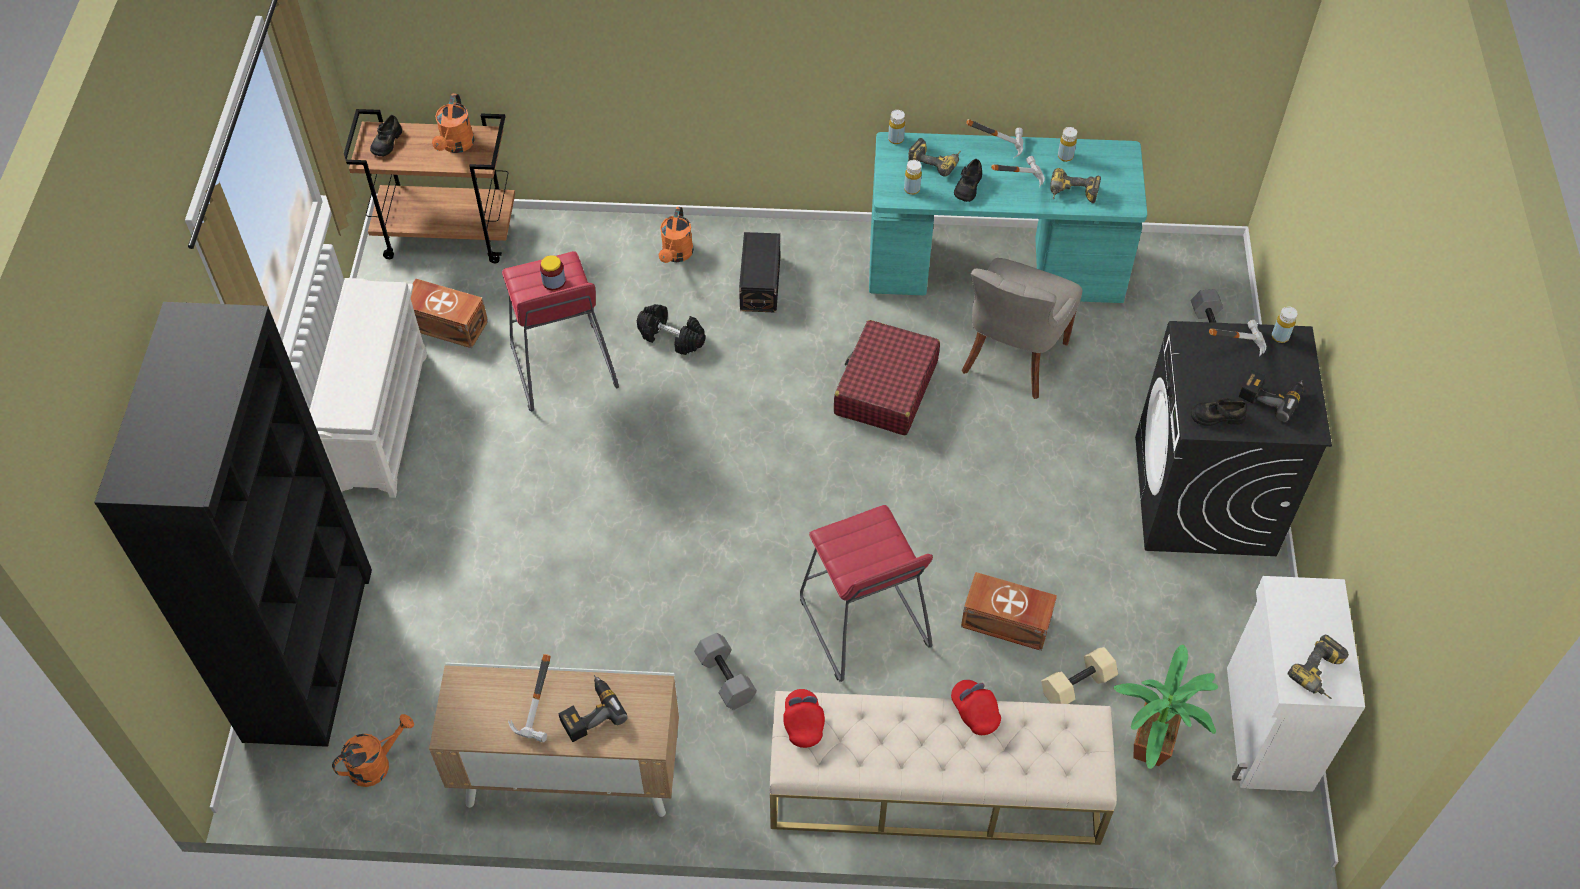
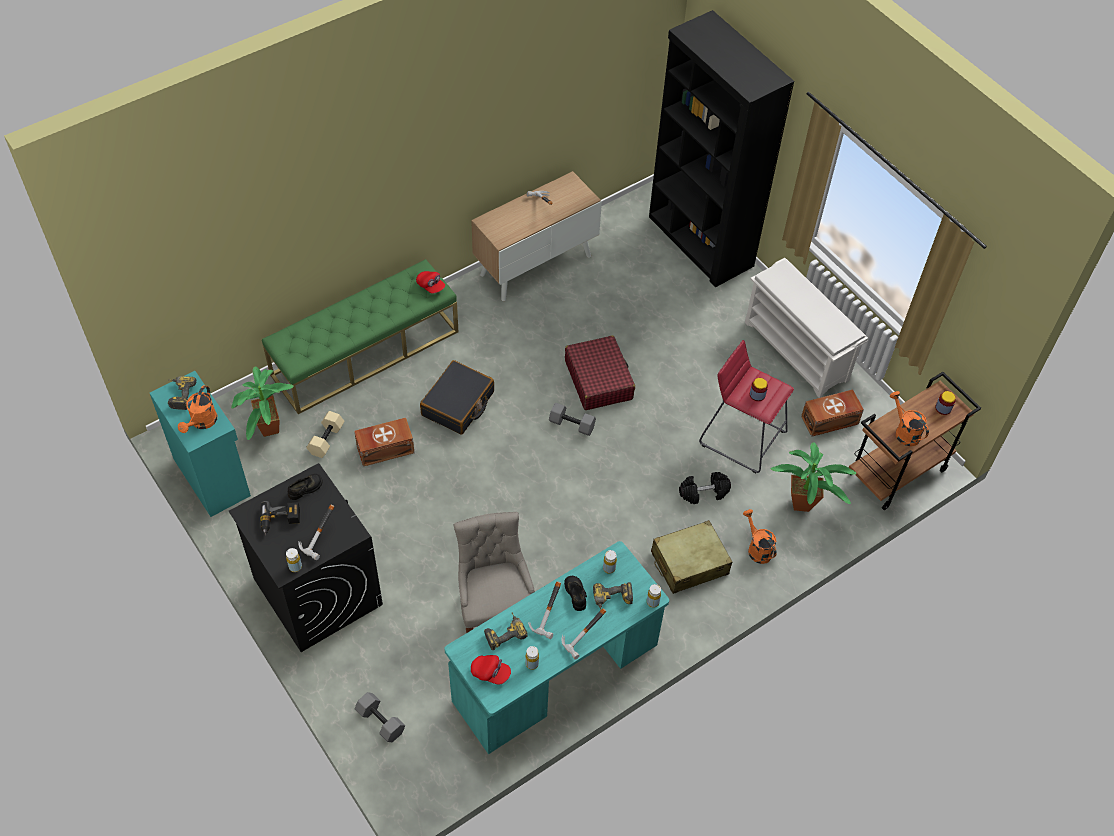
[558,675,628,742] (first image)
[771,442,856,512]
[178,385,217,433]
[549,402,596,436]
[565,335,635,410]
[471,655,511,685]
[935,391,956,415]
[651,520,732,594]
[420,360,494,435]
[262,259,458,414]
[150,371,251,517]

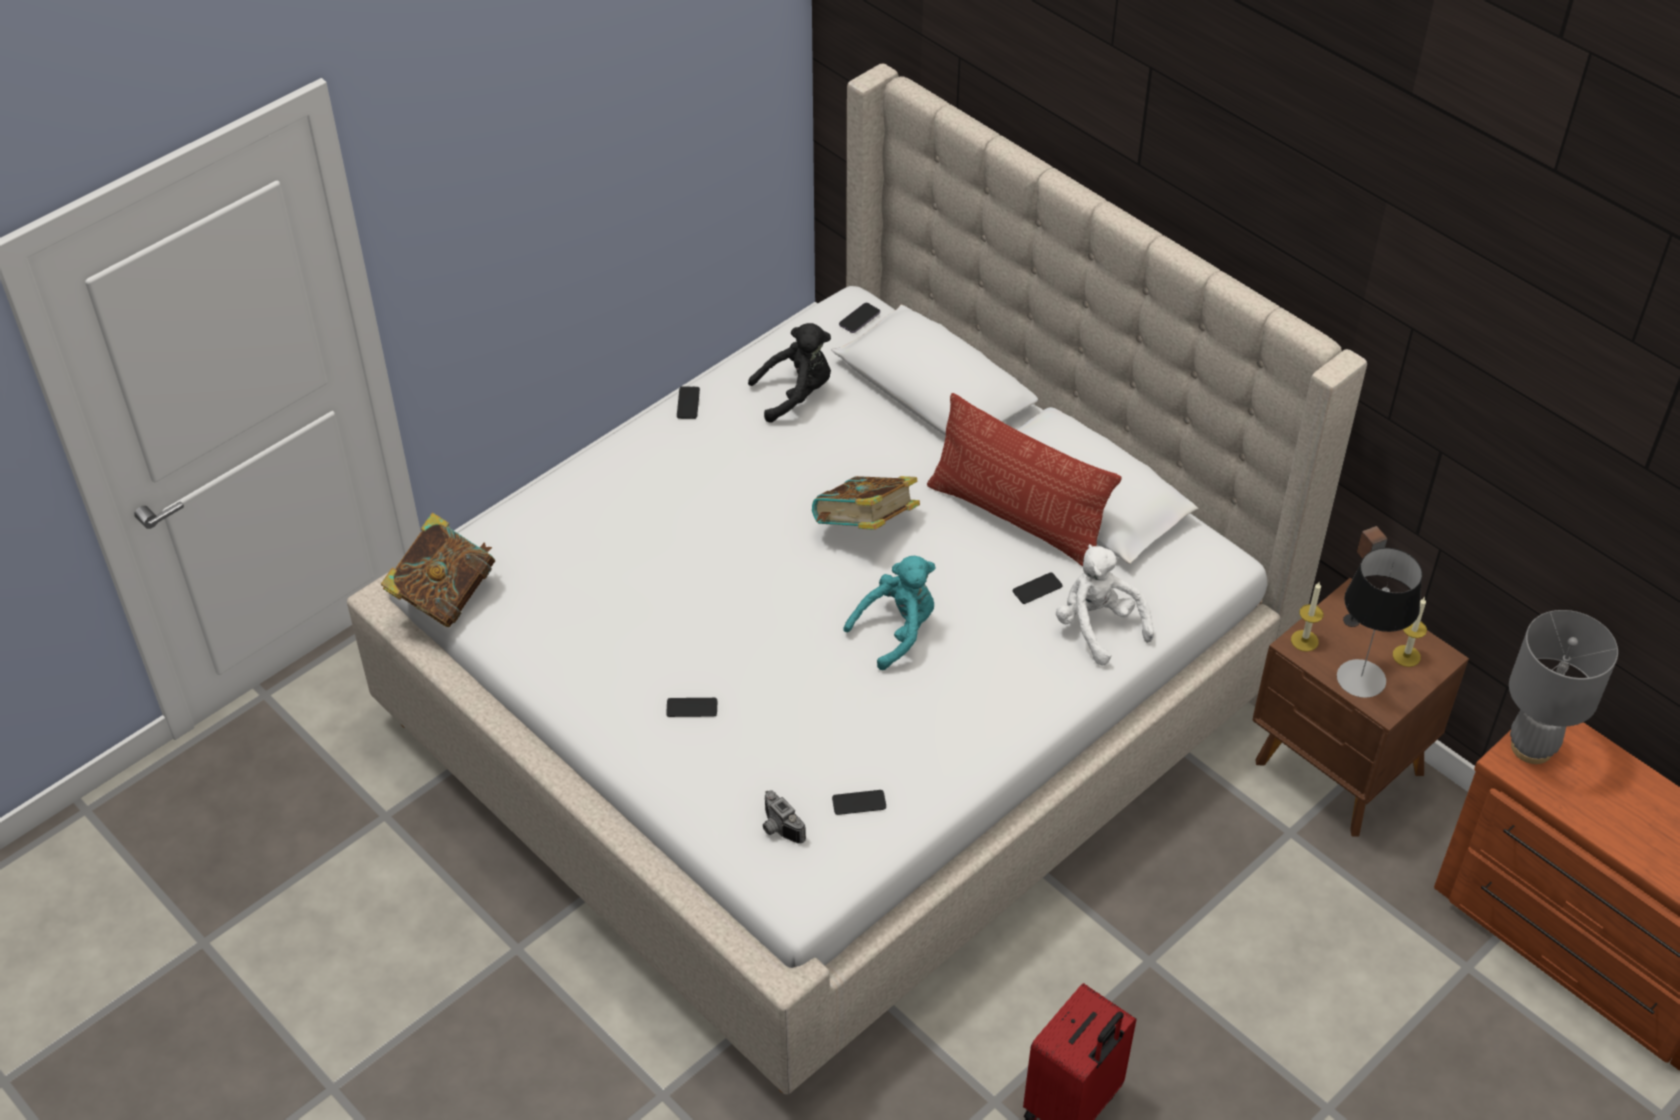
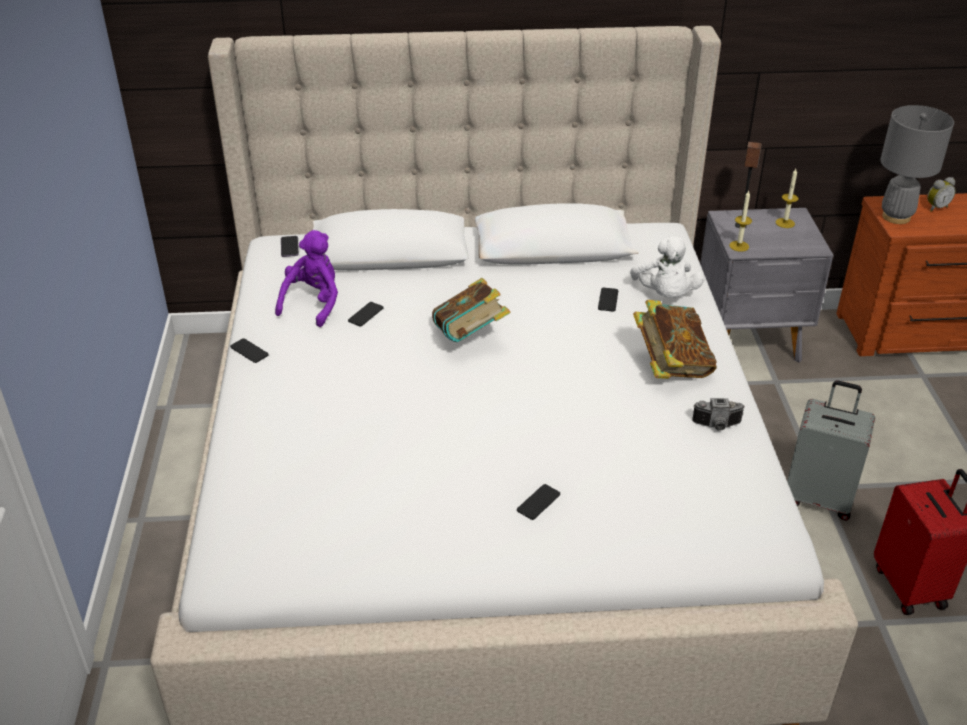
[843,556,936,670] (first image)
[927,393,1121,567] (first image)
[1337,548,1422,698] (first image)
[787,381,875,521]
[927,177,955,212]
[633,300,717,379]
[692,398,745,431]
[348,302,383,327]
[275,230,338,327]
[700,208,834,363]
[630,236,704,298]

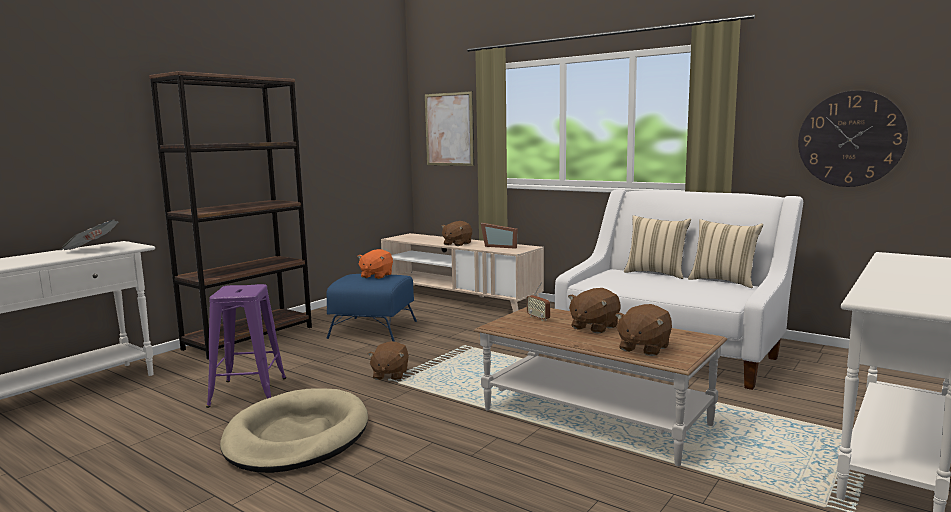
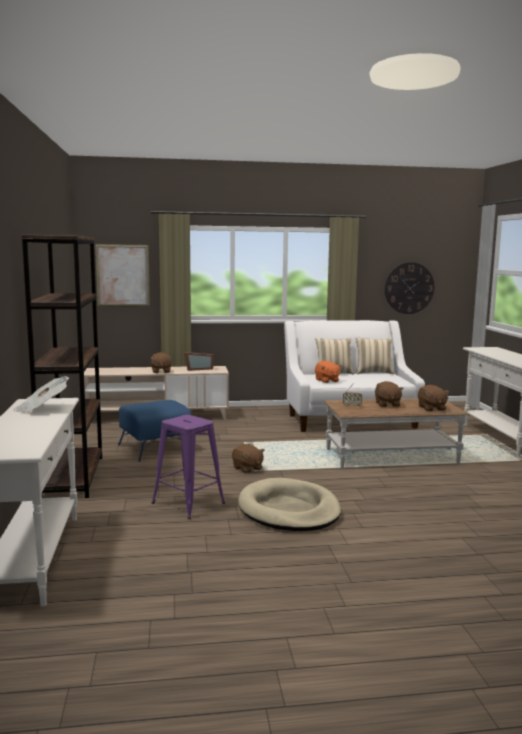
[315,361,341,383]

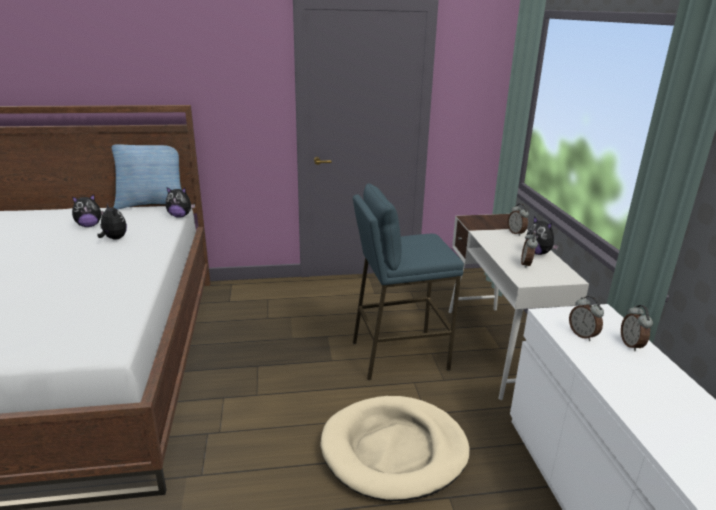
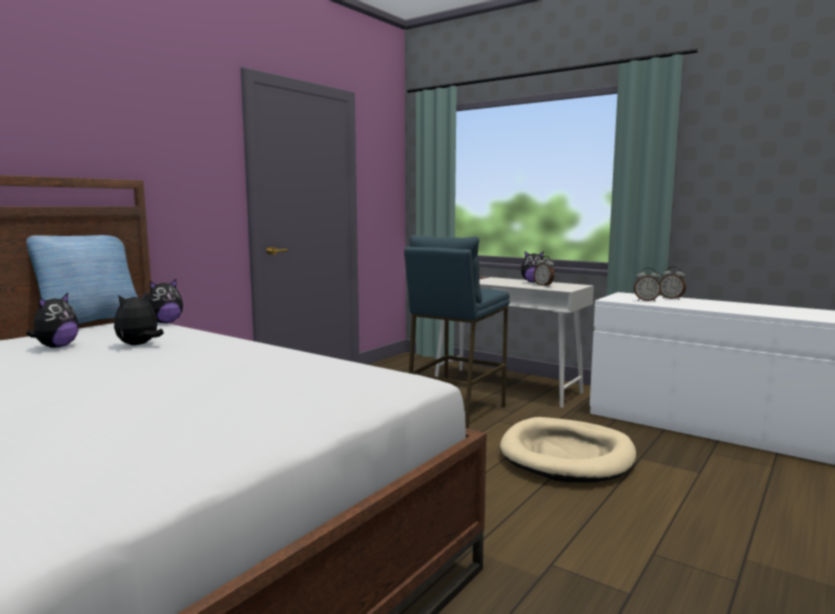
[507,204,529,236] (first image)
[114,291,164,345]

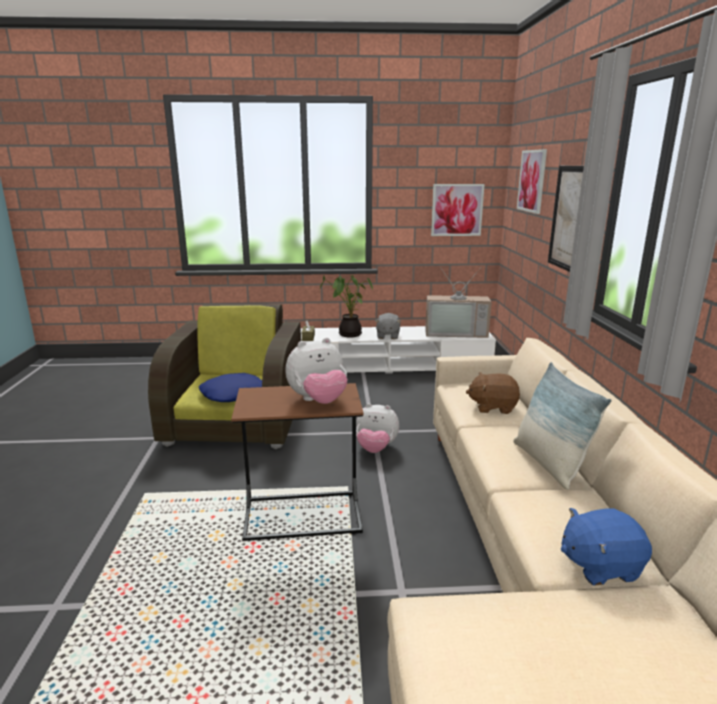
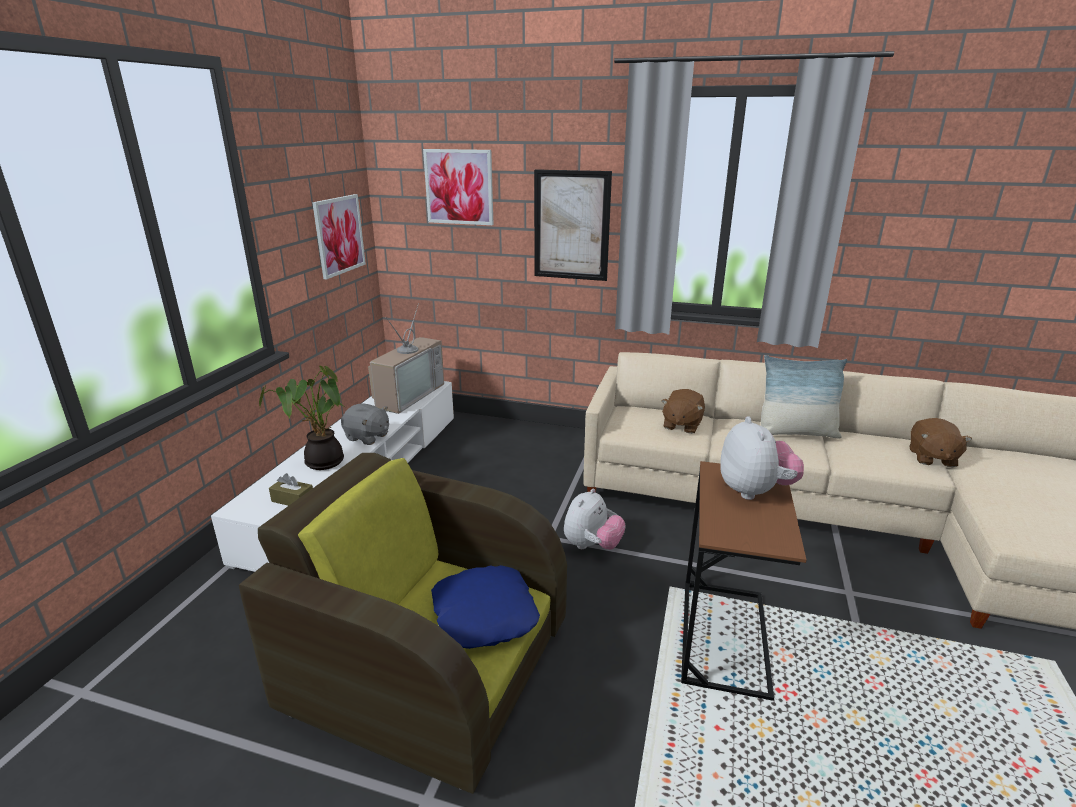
[910,418,972,467]

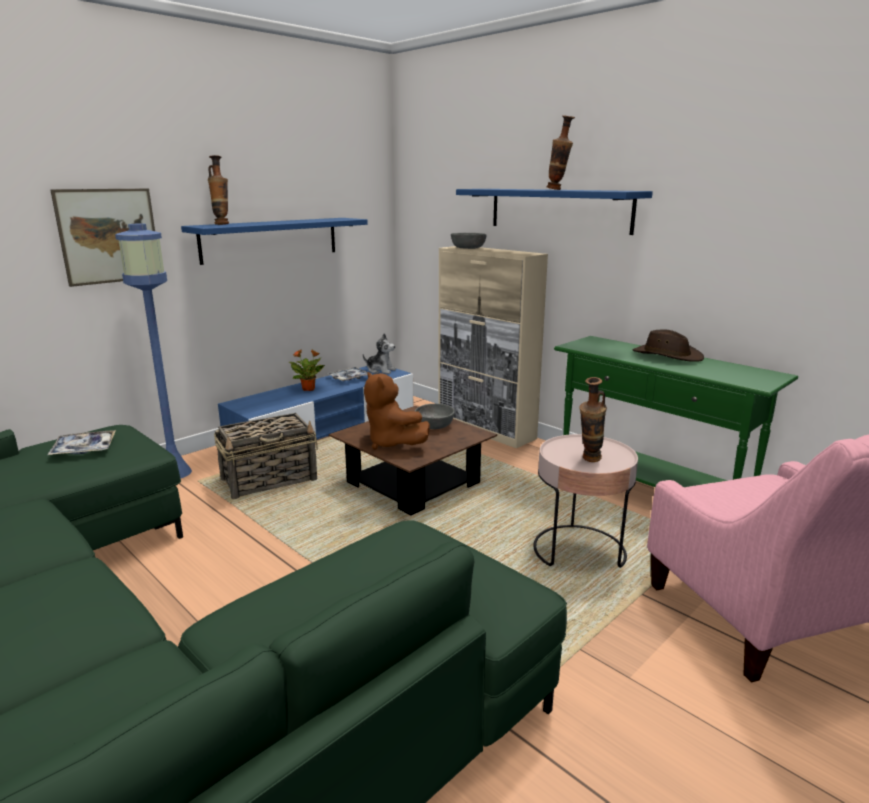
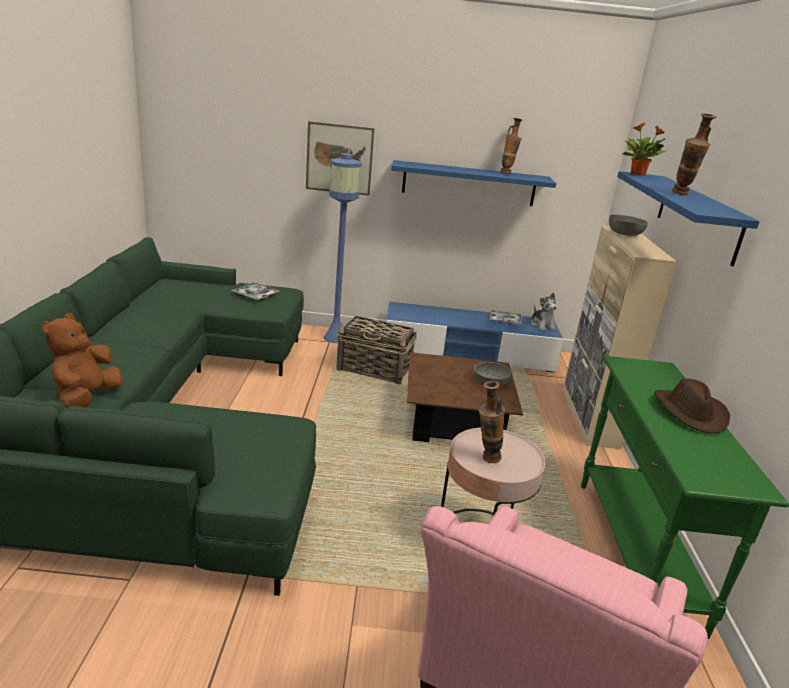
[500,118,523,174]
[623,122,667,176]
[42,313,123,407]

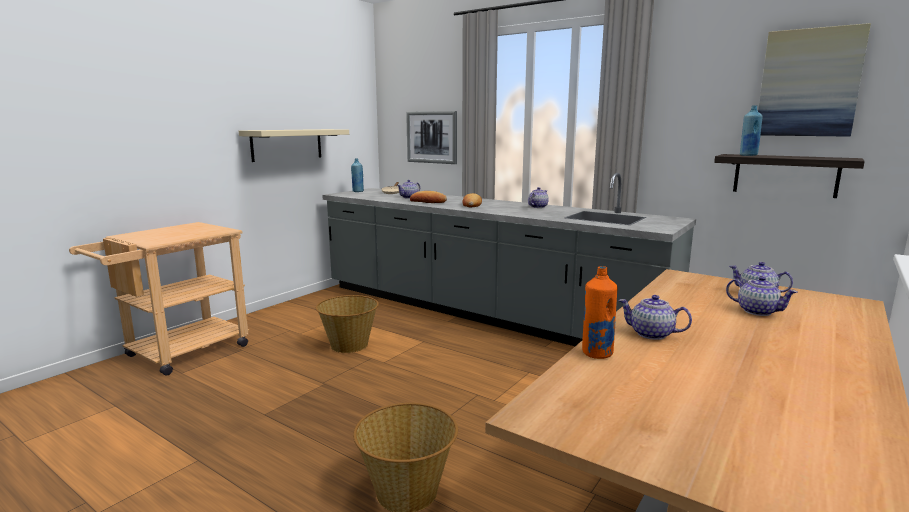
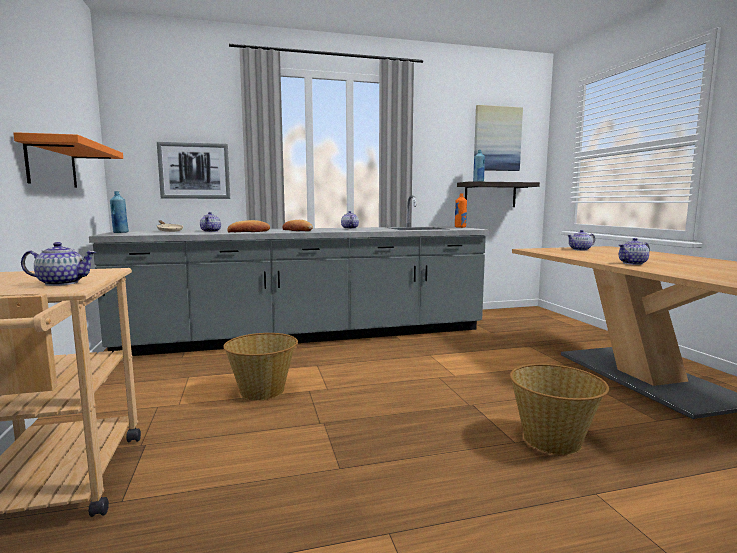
[455,193,467,228]
[21,242,96,286]
[13,132,123,188]

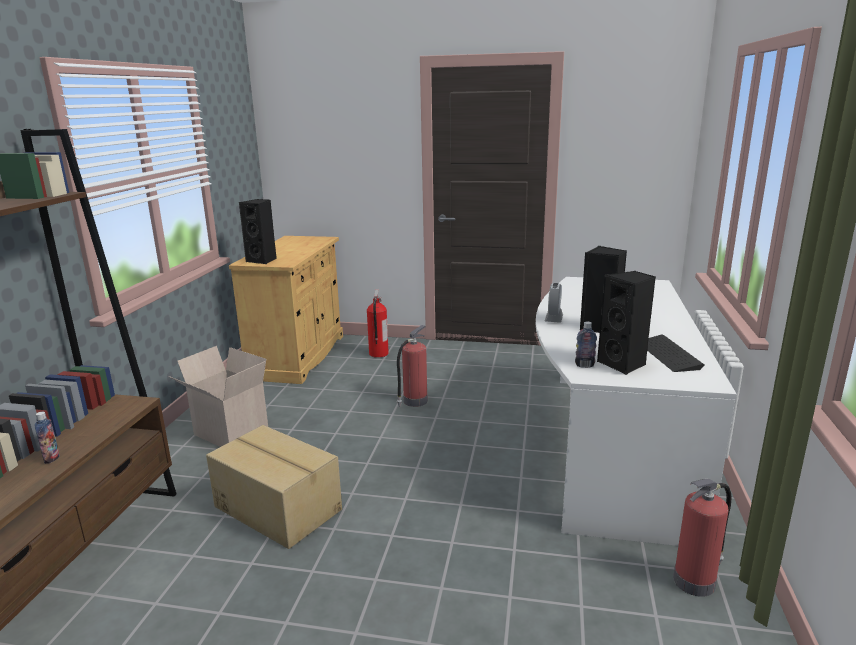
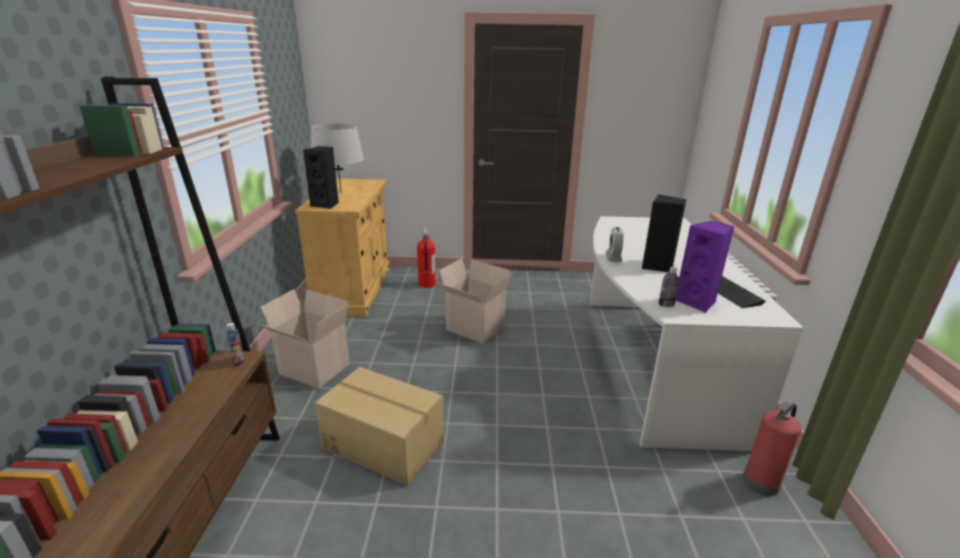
[311,123,364,192]
[226,323,245,366]
[437,258,513,344]
[676,221,734,313]

